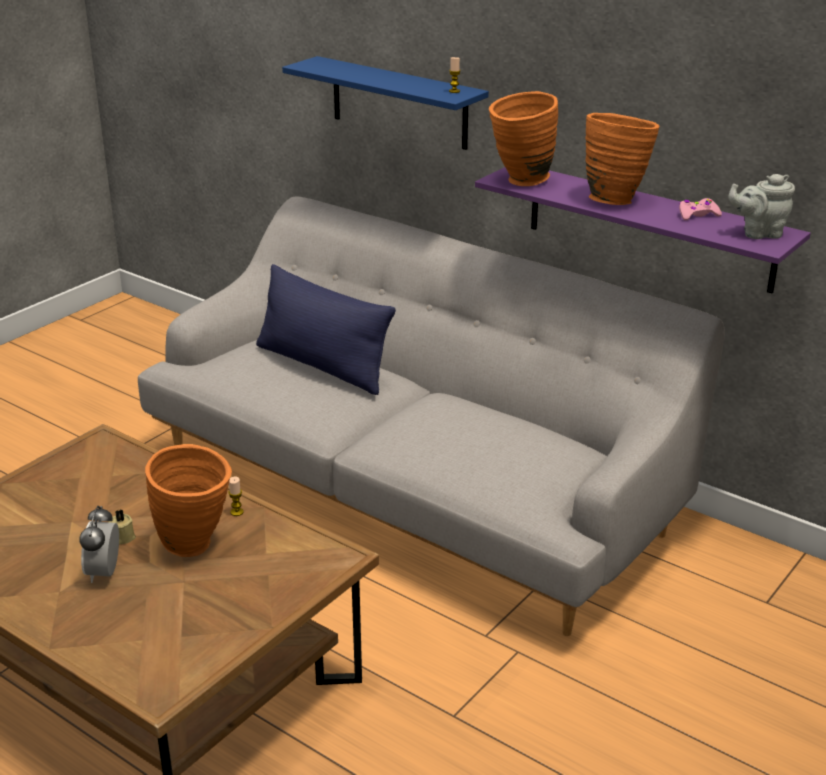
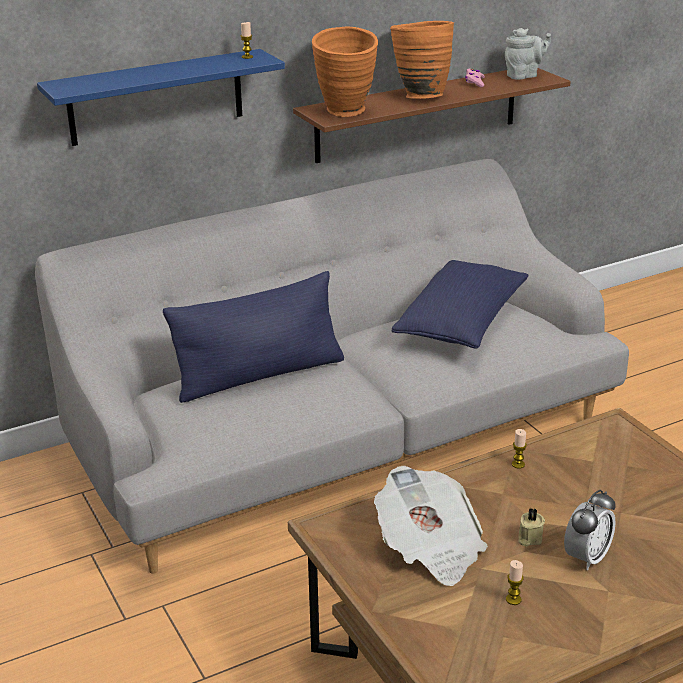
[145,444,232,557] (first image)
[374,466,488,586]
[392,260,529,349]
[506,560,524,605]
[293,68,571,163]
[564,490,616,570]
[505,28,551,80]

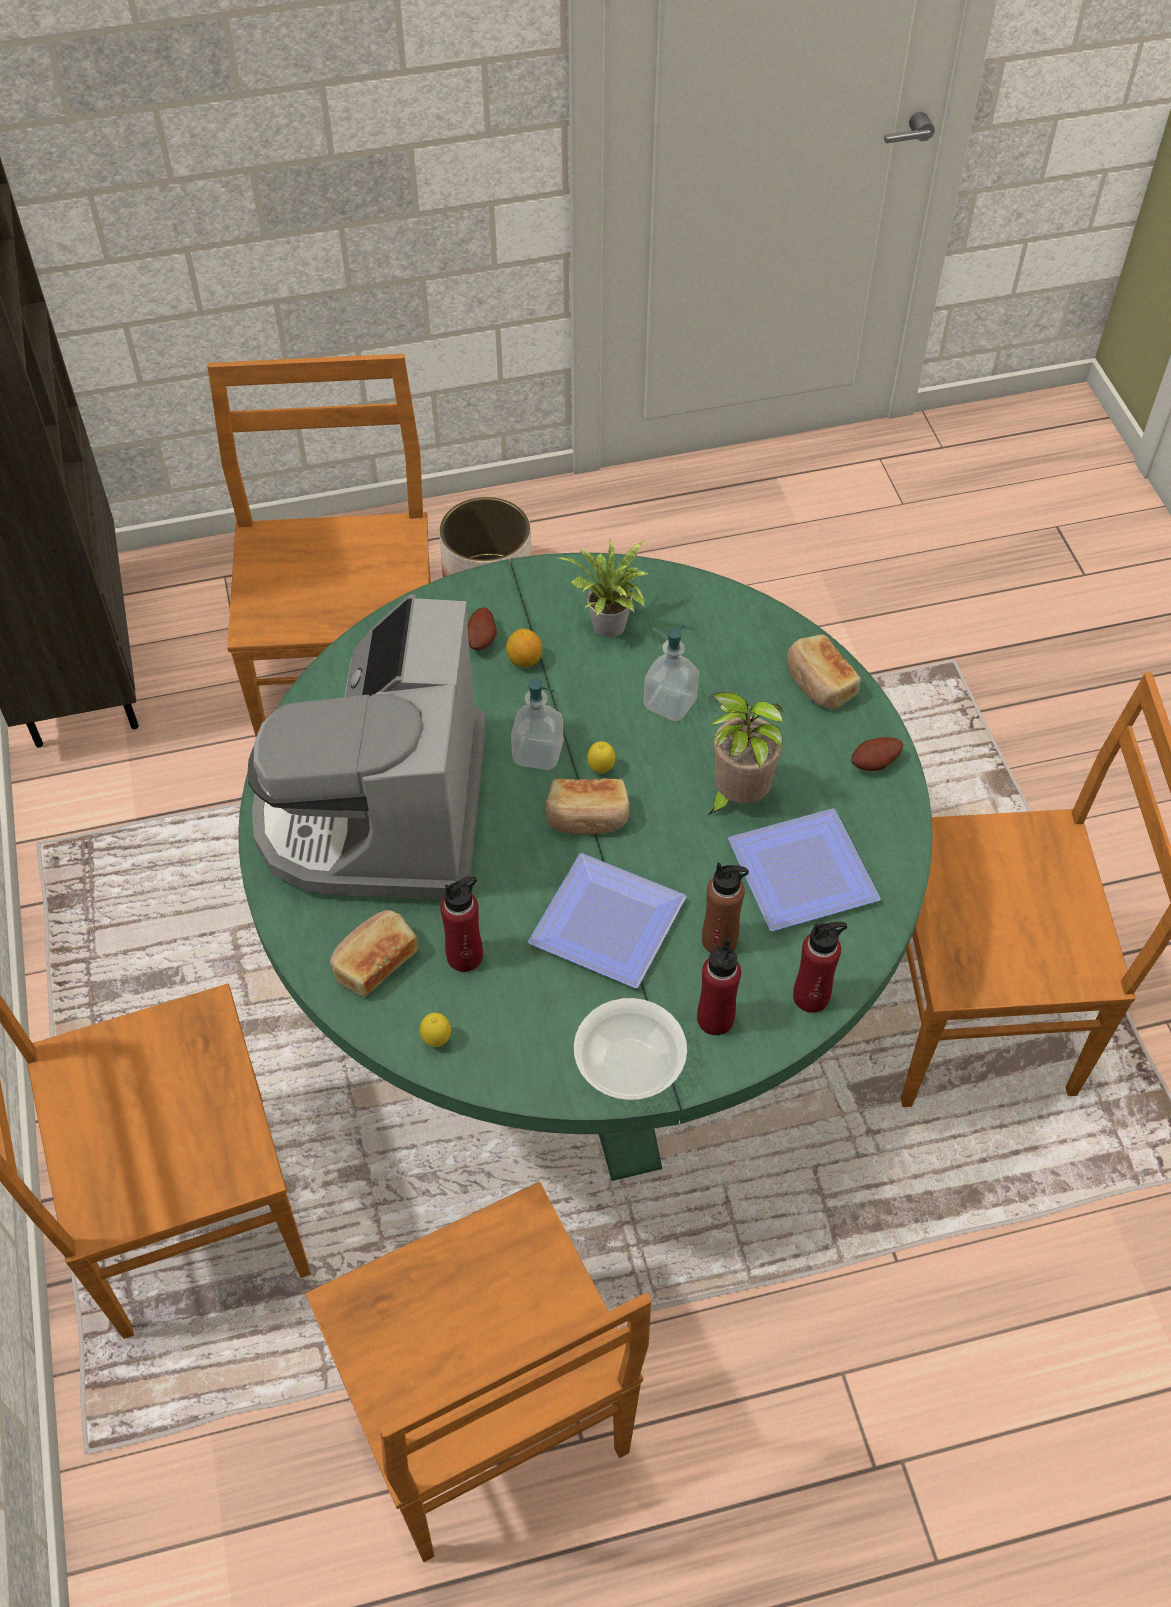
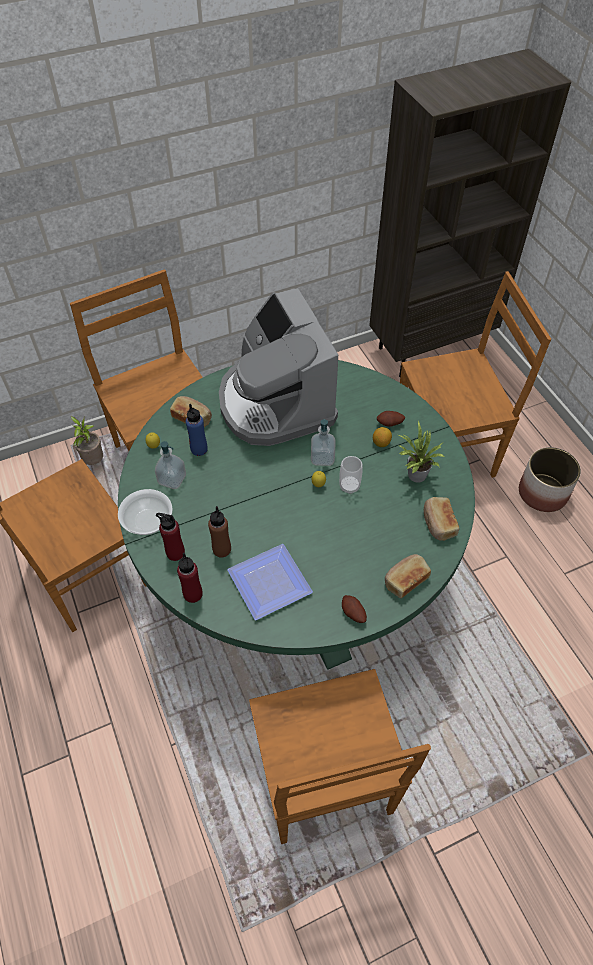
[528,853,686,988] (first image)
[339,456,363,494]
[424,497,459,541]
[155,441,186,489]
[71,415,103,465]
[186,404,208,456]
[219,288,338,446]

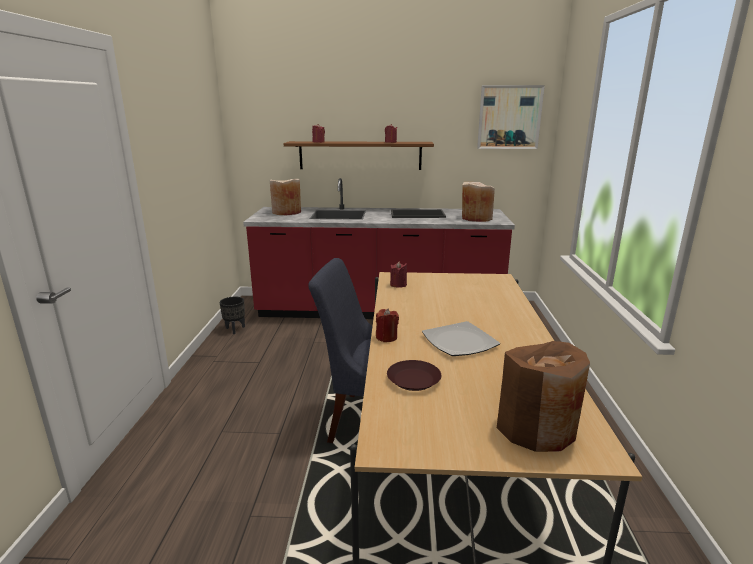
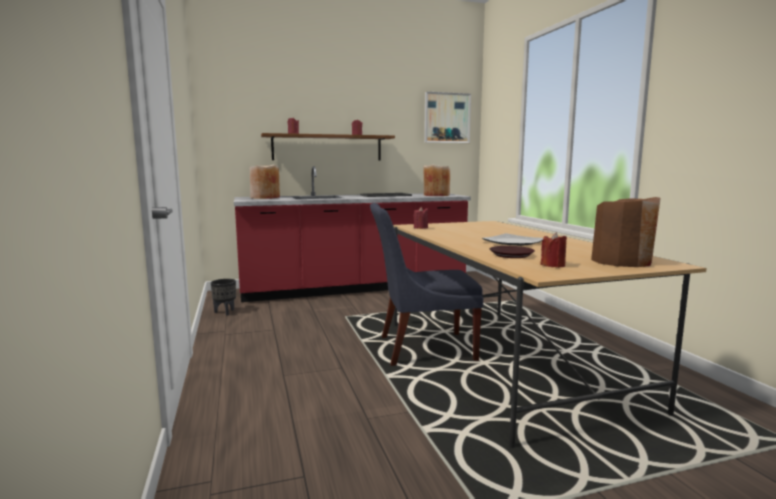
[540,232,567,268]

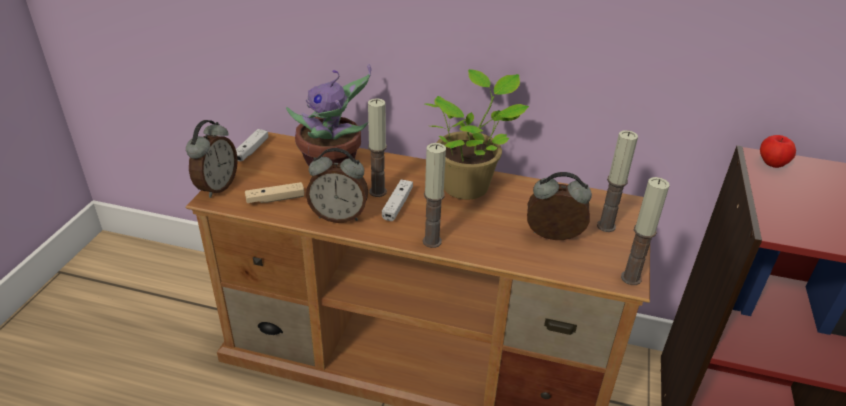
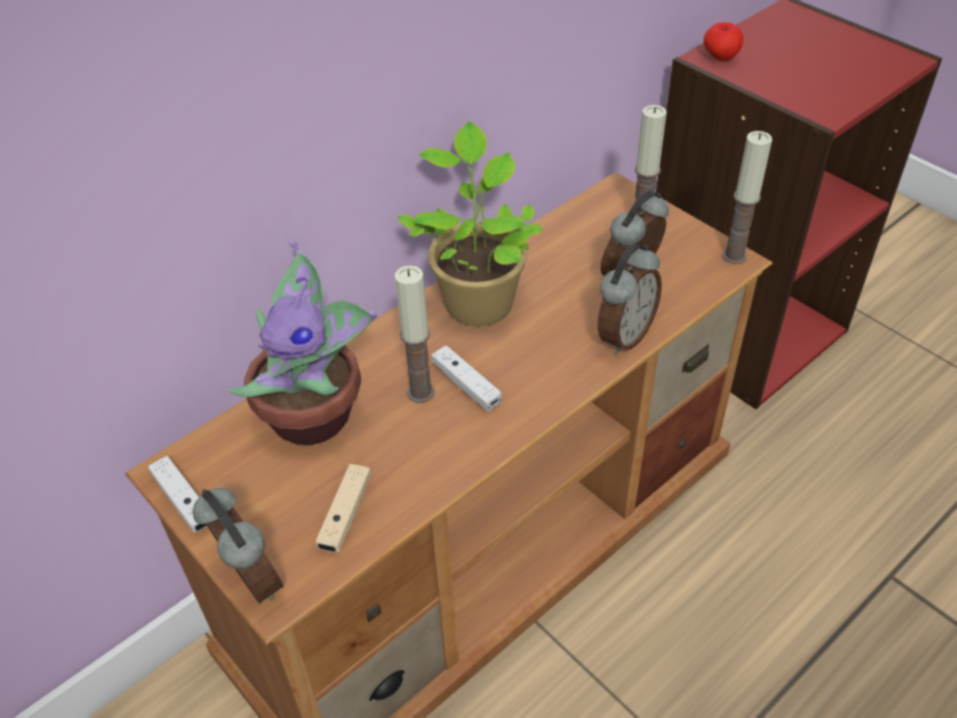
[423,143,446,248] (first image)
[598,244,662,355]

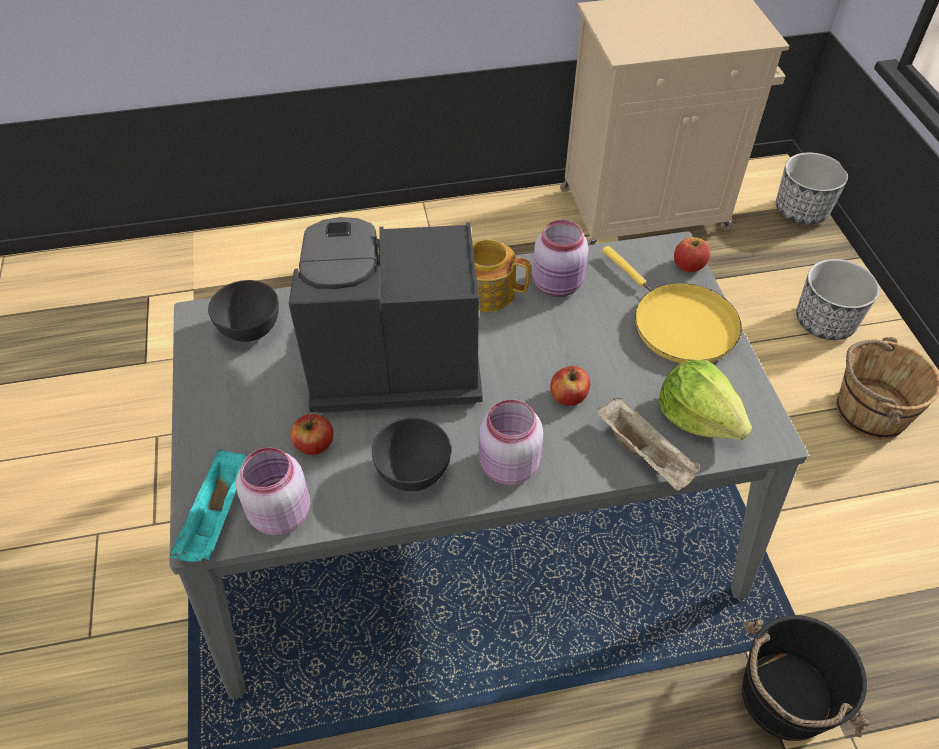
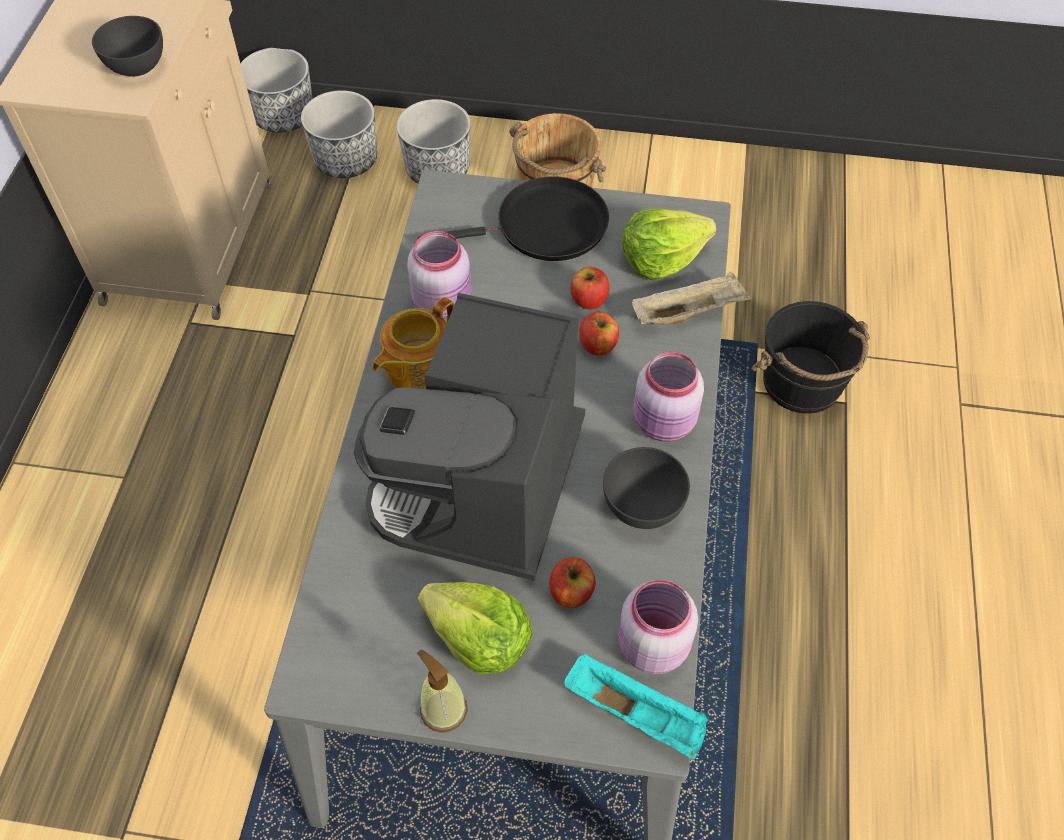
[301,90,377,178]
[417,649,468,733]
[418,582,532,674]
[92,16,163,77]
[571,267,609,309]
[418,176,609,261]

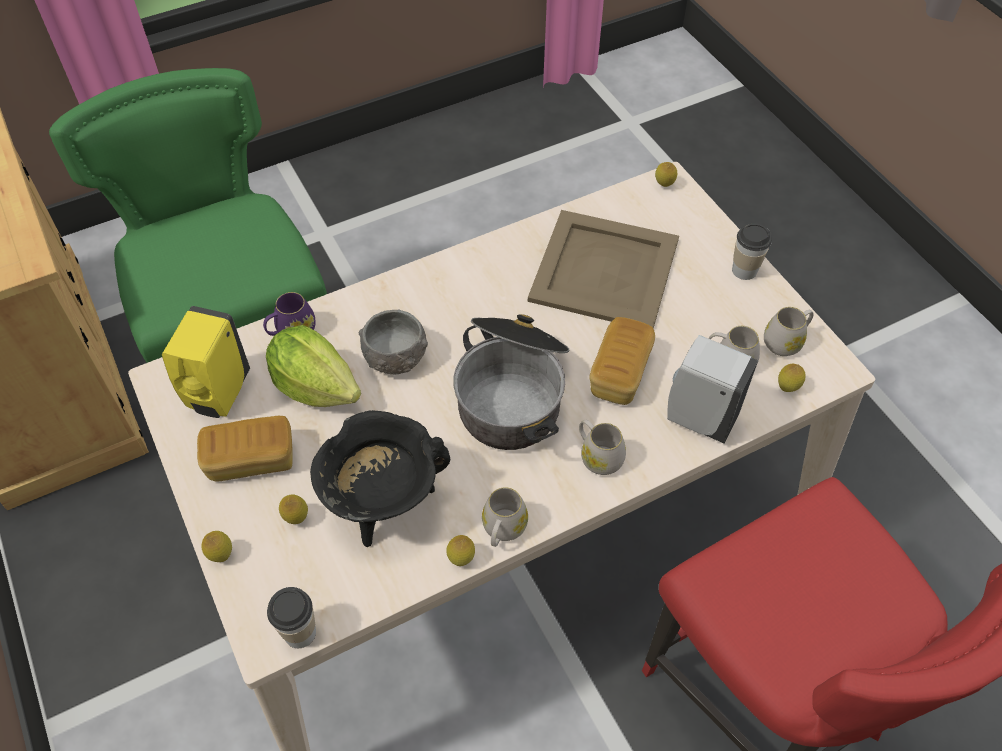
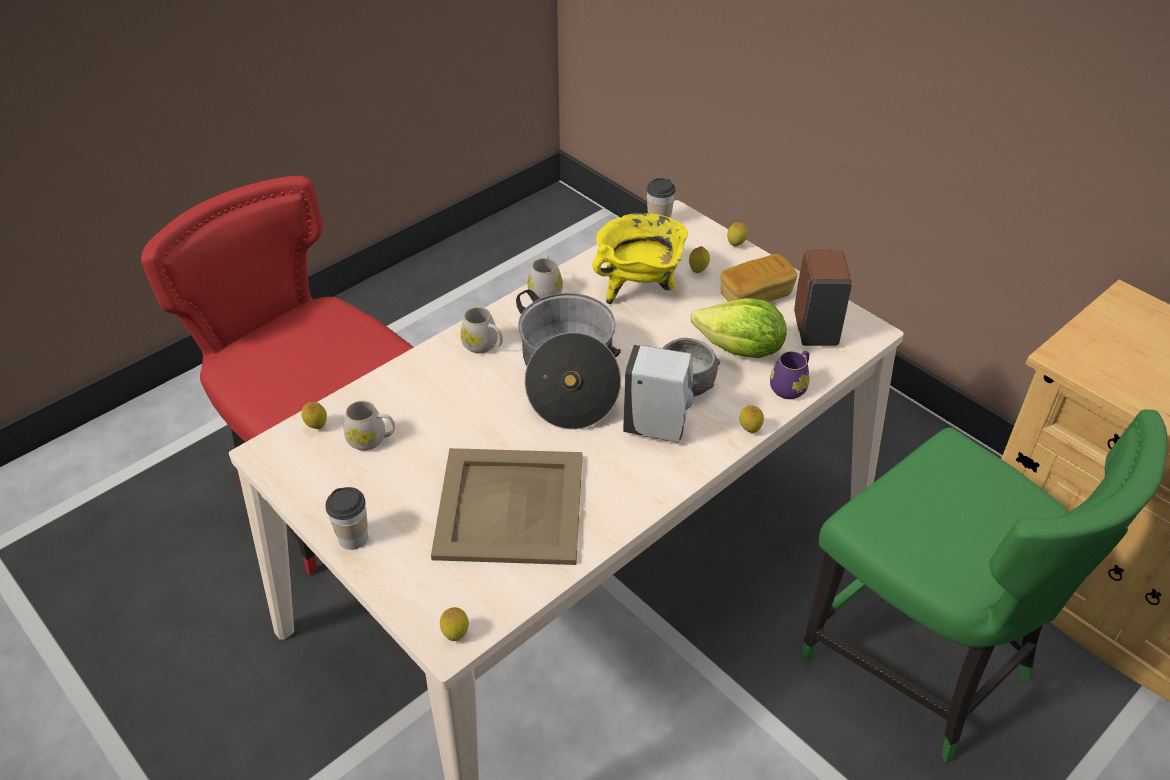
[589,317,655,405] (first image)
[764,307,814,356] (first image)
[740,405,764,433]
[623,345,694,443]
[794,250,852,346]
[592,213,688,304]

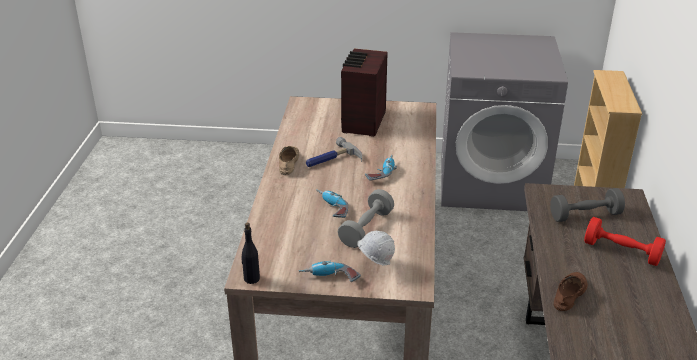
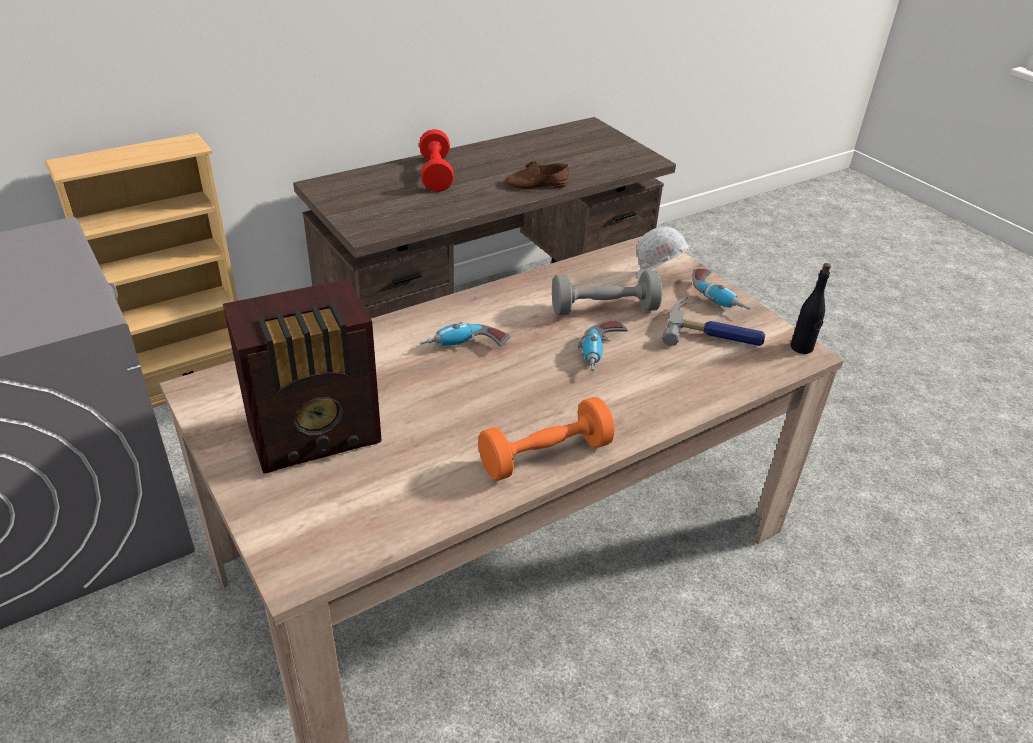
[550,188,625,222] (first image)
[662,297,765,346]
[478,397,615,481]

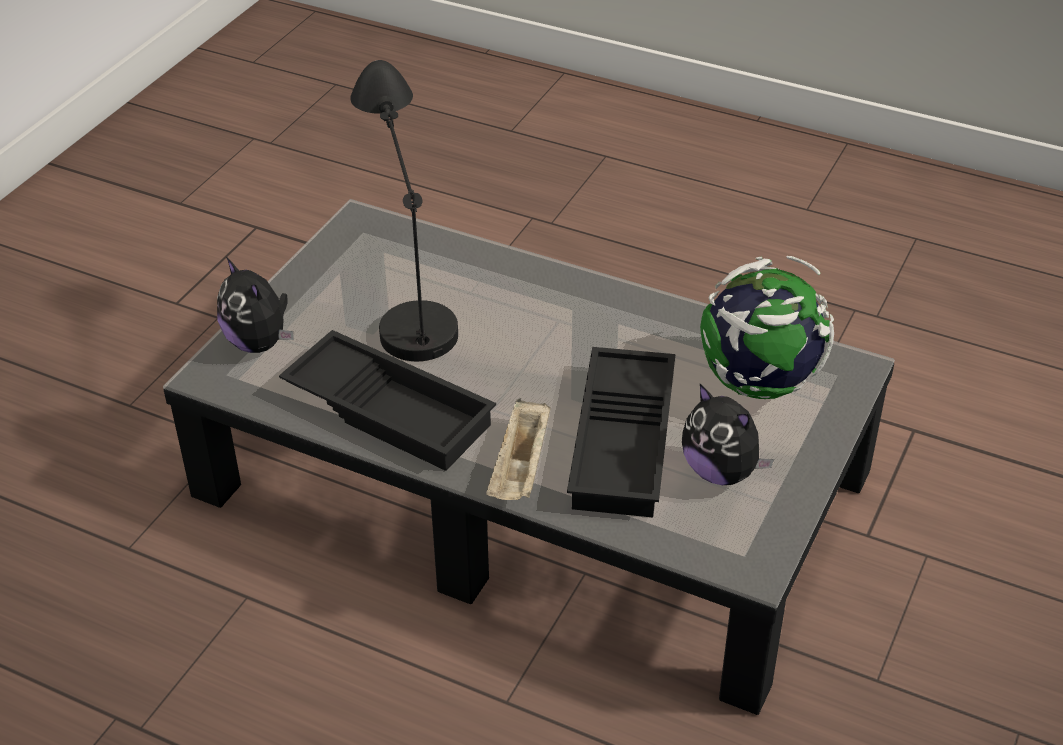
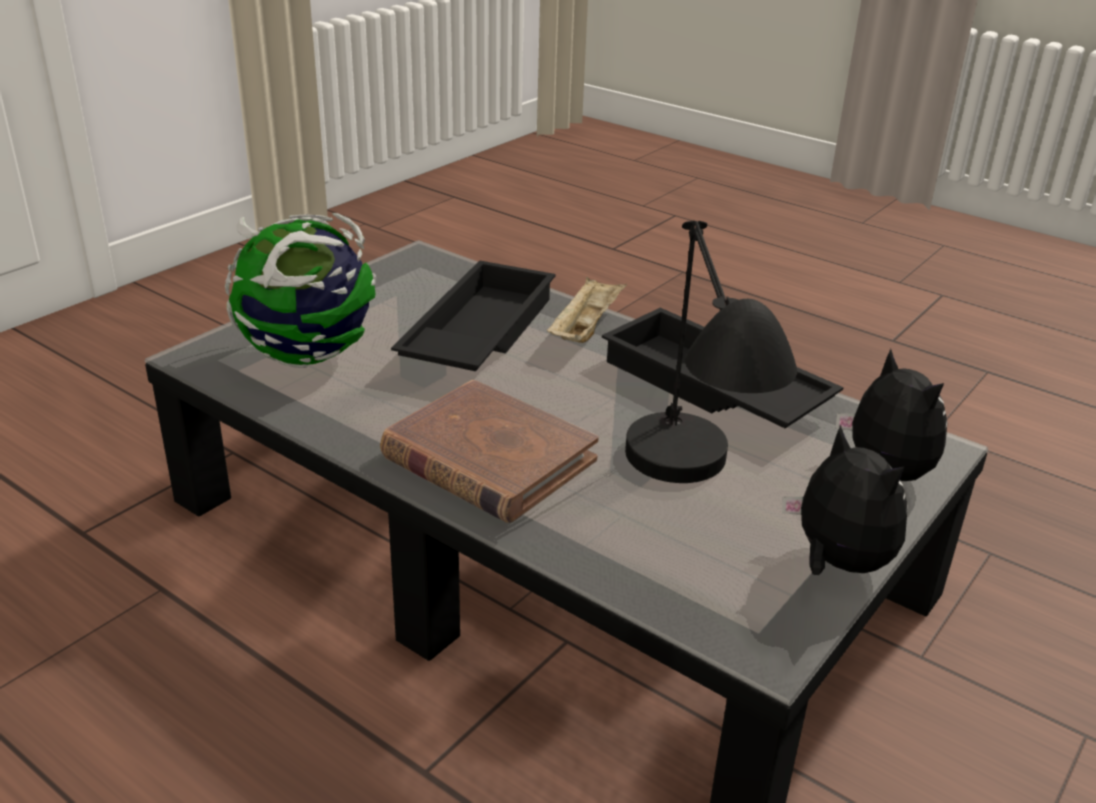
[380,380,599,523]
[782,425,908,575]

